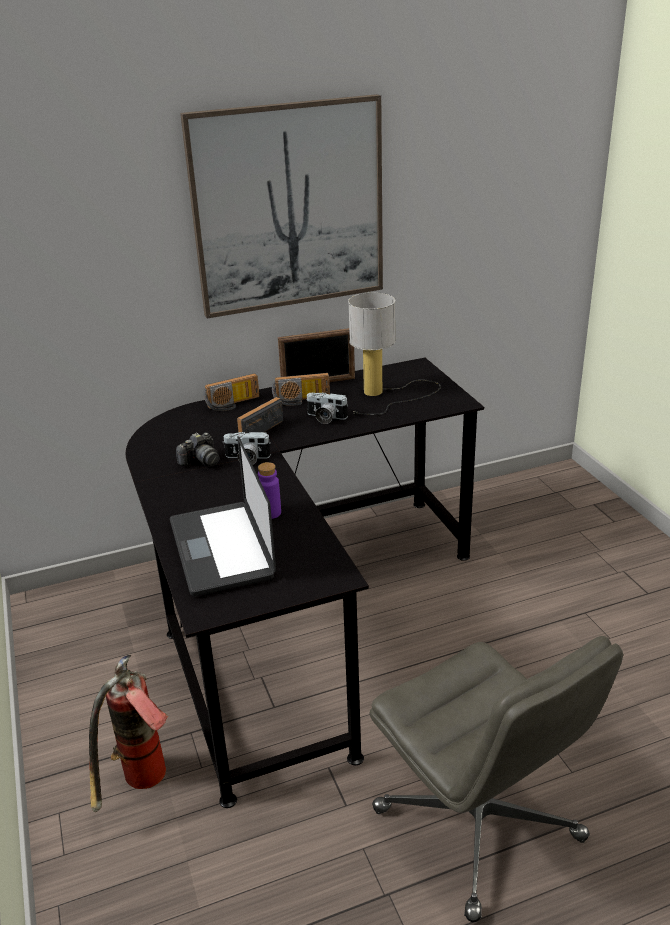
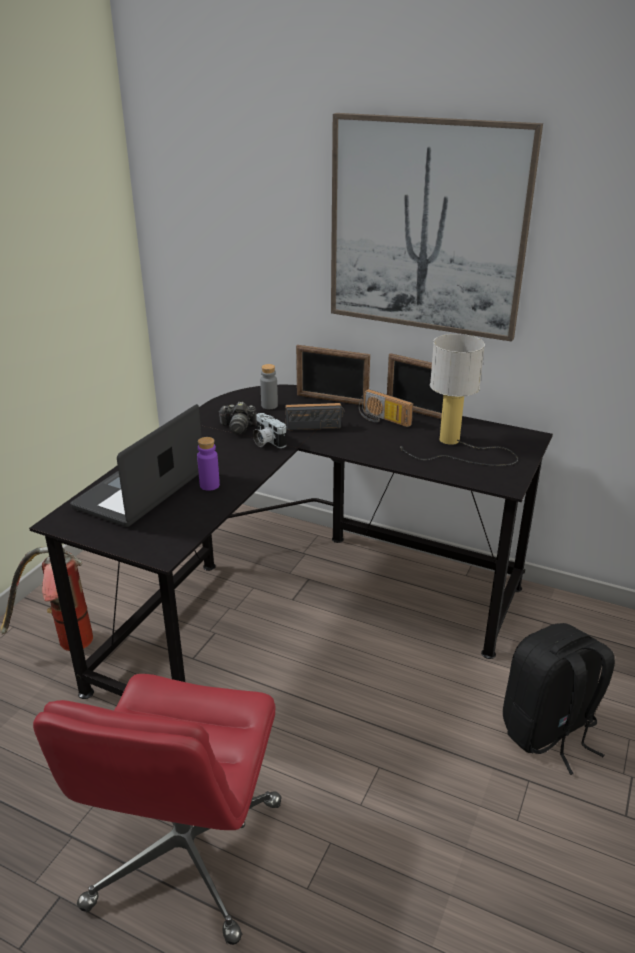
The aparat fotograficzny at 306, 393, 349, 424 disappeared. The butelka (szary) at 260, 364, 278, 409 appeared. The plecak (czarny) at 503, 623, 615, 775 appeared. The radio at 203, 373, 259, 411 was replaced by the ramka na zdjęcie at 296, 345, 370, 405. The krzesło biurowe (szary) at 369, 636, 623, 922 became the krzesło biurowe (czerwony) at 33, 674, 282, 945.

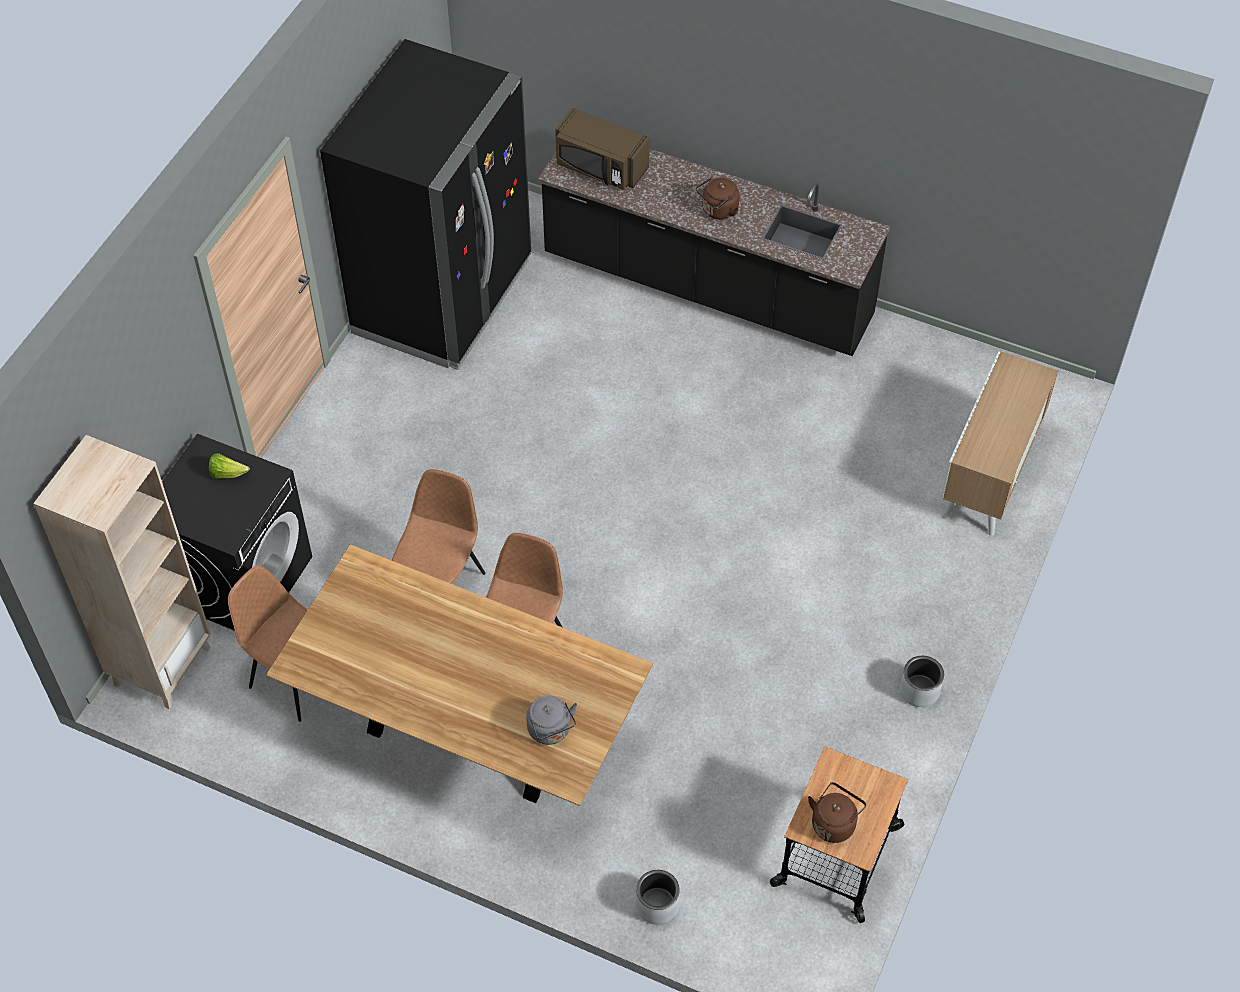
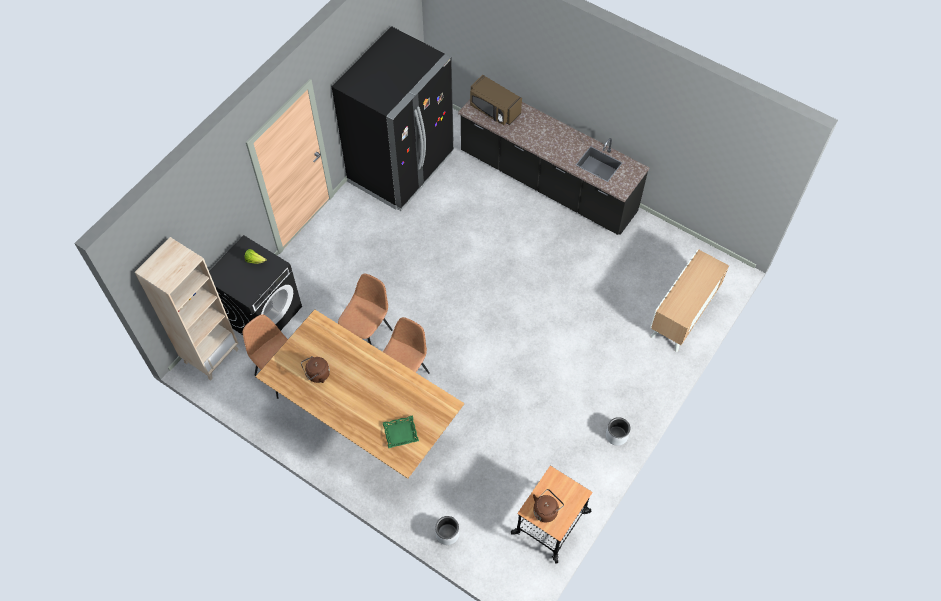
The czajnik (brązowy) moved from 696, 177, 740, 220 to 301, 356, 330, 383. The czajnik (szary) at 526, 695, 577, 745 was replaced by the taca (zielony) at 383, 415, 419, 448.

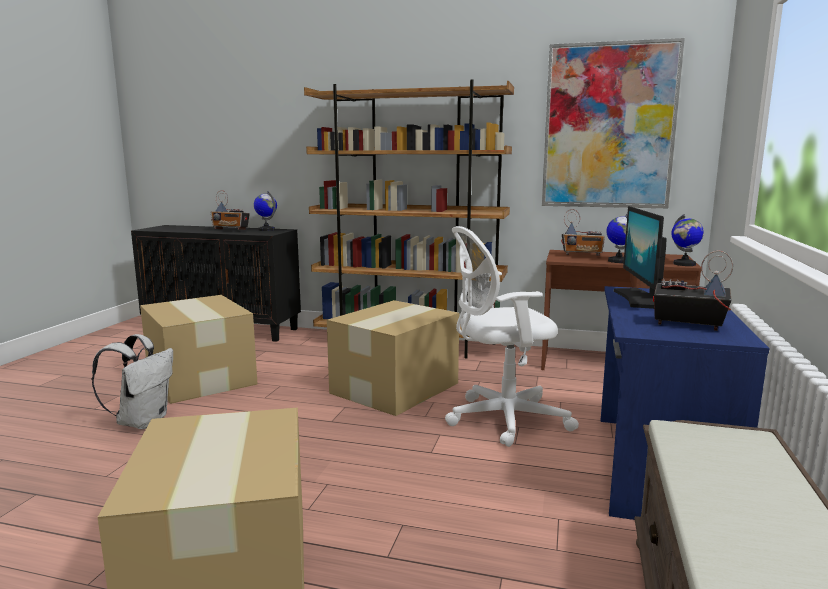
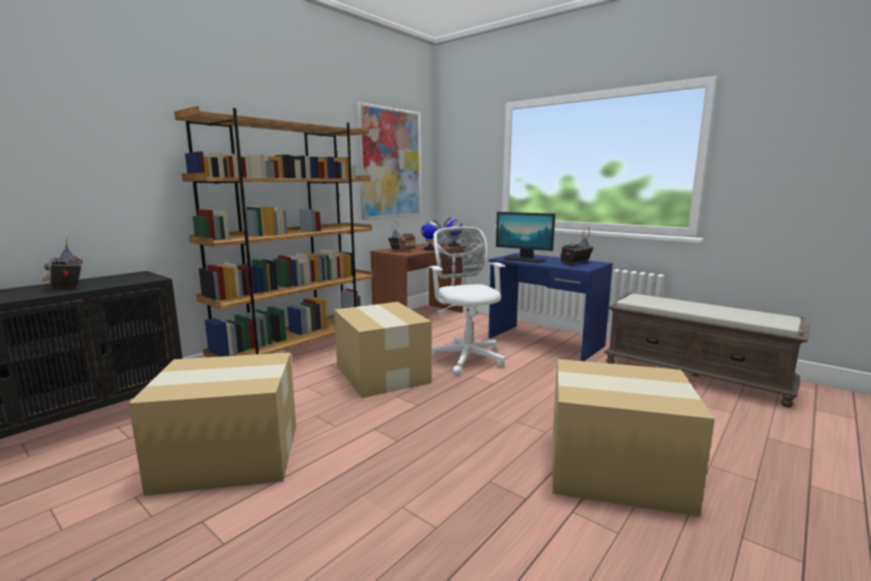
The plecak (biały) at 92, 334, 173, 429 disappeared. The globus at 254, 191, 277, 231 disappeared. The radio at 210, 190, 250, 230 turned 105 degrees clockwise. The krzesło biurowe (biały) at 445, 226, 579, 447 turned 150 degrees clockwise.

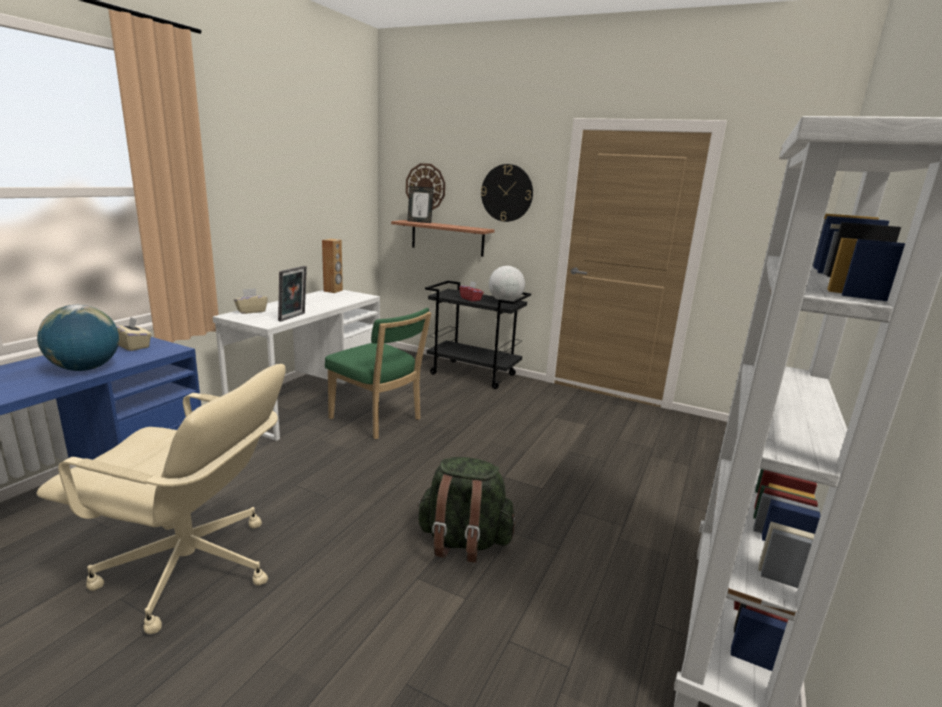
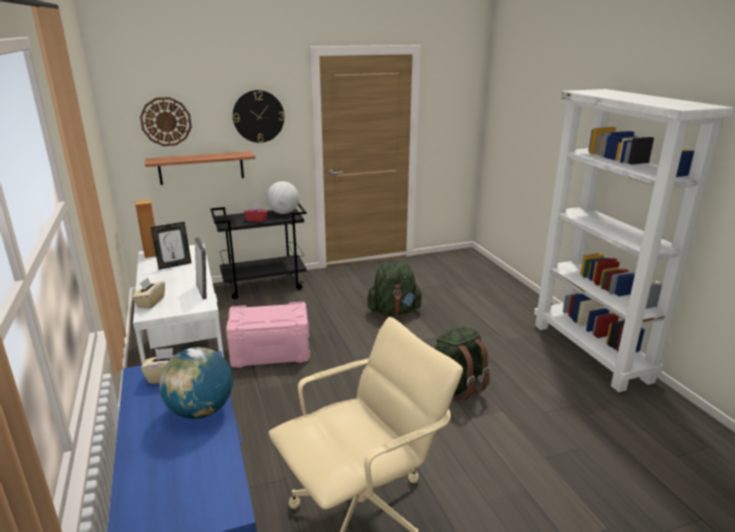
The plecak (zielony) at 367, 262, 423, 315 appeared. The ramka na zdjęcie moved from 407, 186, 434, 223 to 151, 222, 191, 270. The krzesło (zielony) at 325, 308, 431, 439 was replaced by the pojemnik do przechowywania (różowy) at 226, 302, 310, 368.

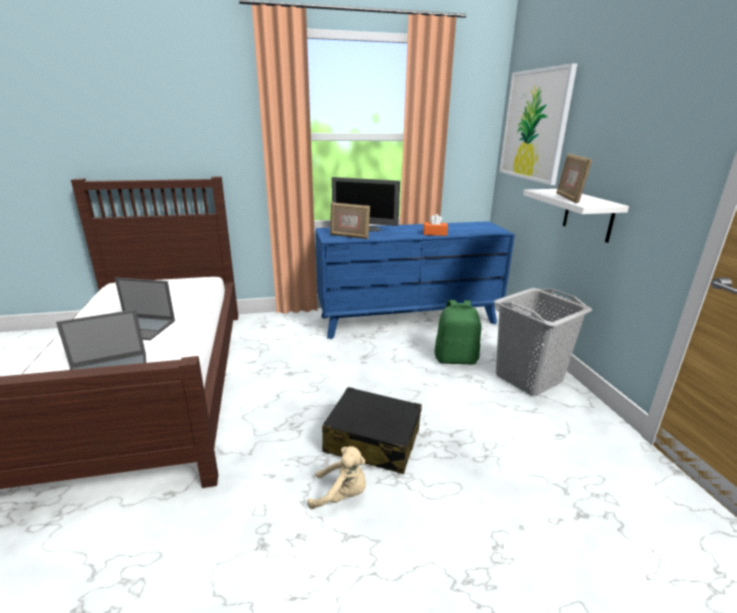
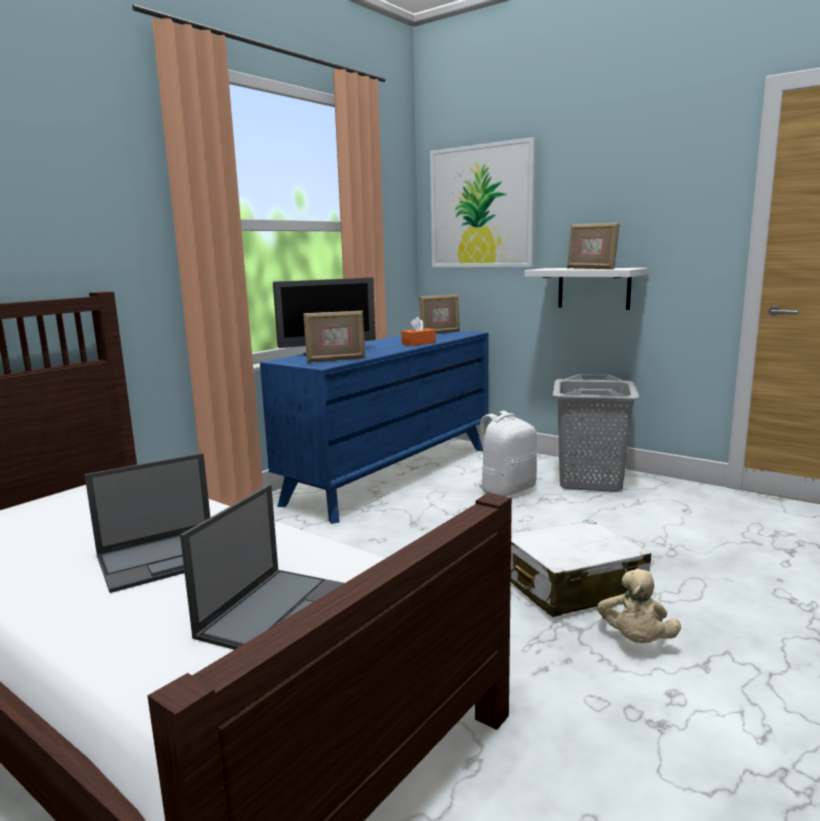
The ramka na zdjęcie at 419, 294, 460, 334 appeared. The walizka (czarny) at 322, 387, 422, 474 became the walizka (biały) at 511, 520, 651, 617. The plecak (zielony) at 434, 300, 481, 364 became the plecak (biały) at 475, 411, 537, 497. The pluszak (beżowy) at 307, 446, 366, 509 turned 135 degrees clockwise.

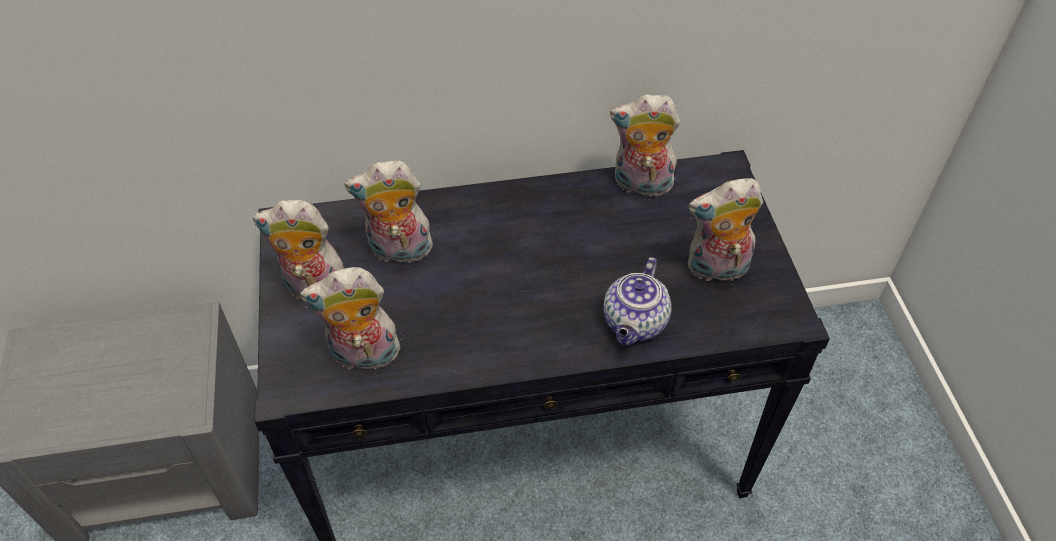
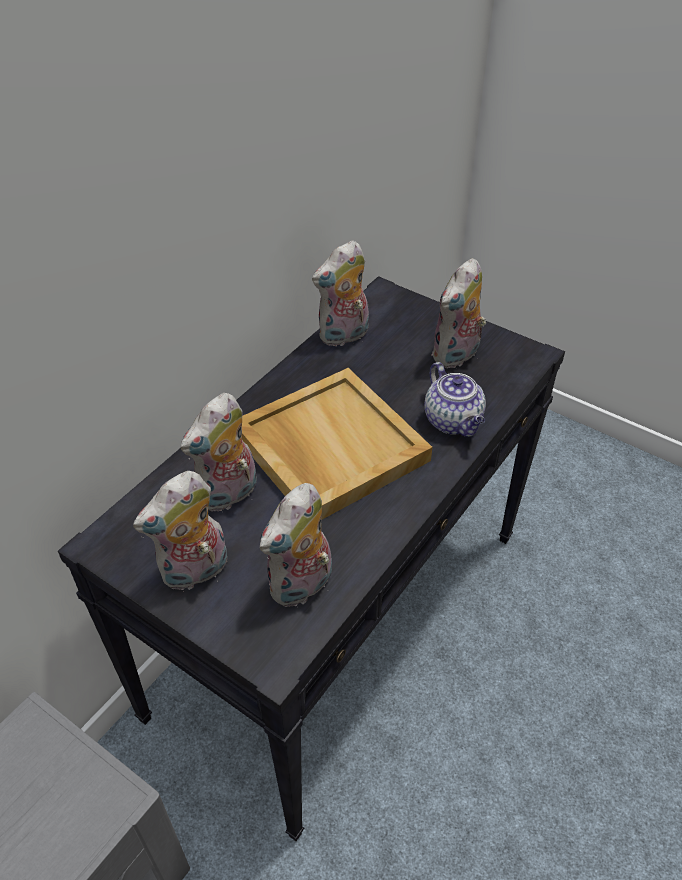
The taca (beżowy) at 242, 368, 432, 520 appeared.

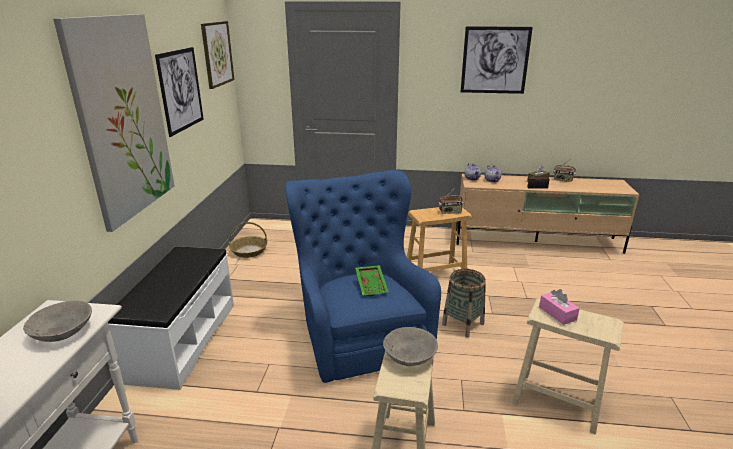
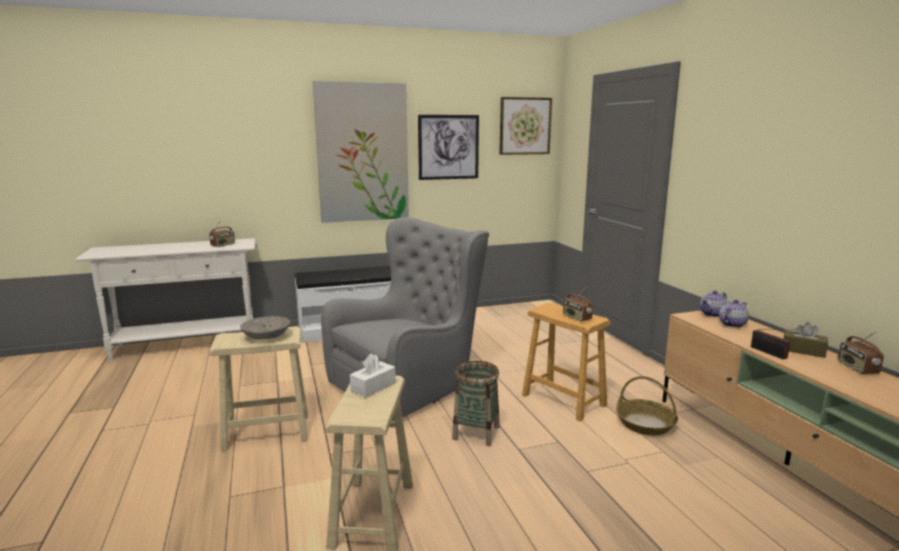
The taca (zielony) at 355, 265, 389, 296 disappeared. The obraz at 460, 26, 533, 94 disappeared. The koszyk moved from 228, 222, 267, 258 to 616, 376, 678, 435. The miska (szary) at 23, 301, 92, 342 was replaced by the radio at 209, 219, 235, 247. The fotel (niebieski) at 285, 170, 441, 383 became the fotel (szary) at 321, 217, 489, 421. The pudełko chusteczek (różowy) at 539, 289, 580, 325 became the pudełko chusteczek (biały) at 350, 353, 396, 398.

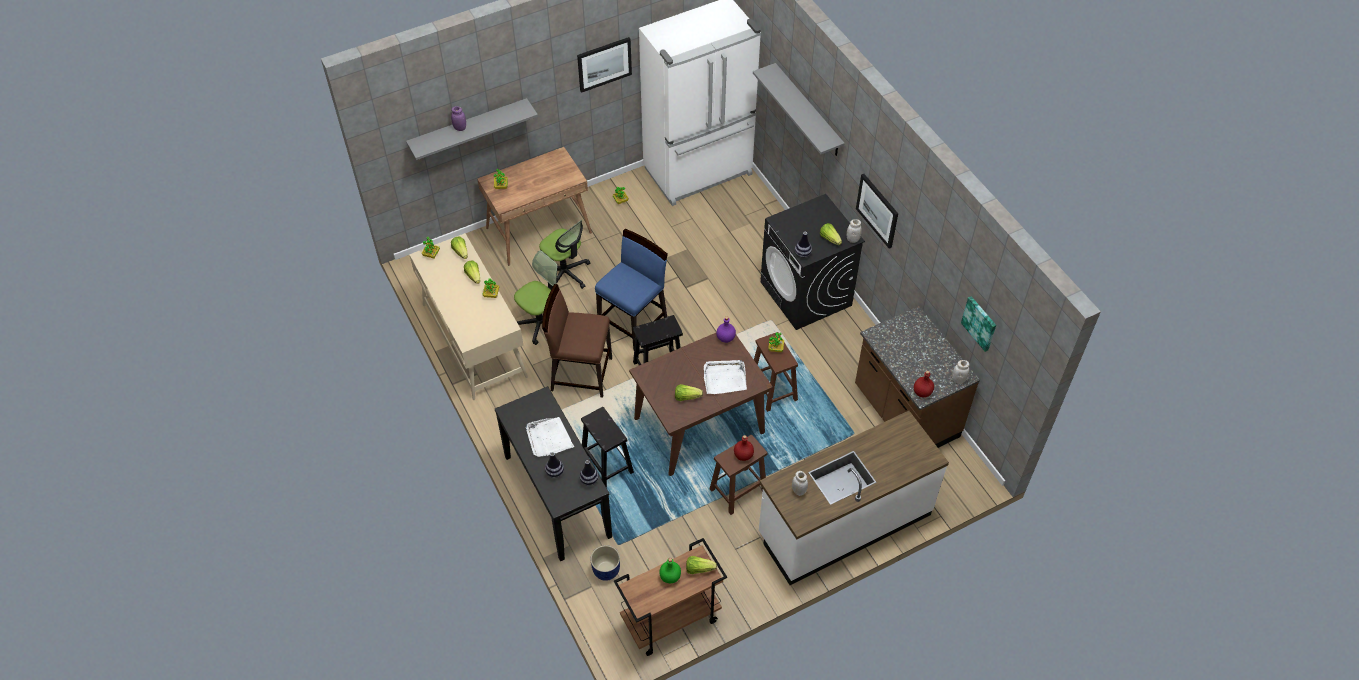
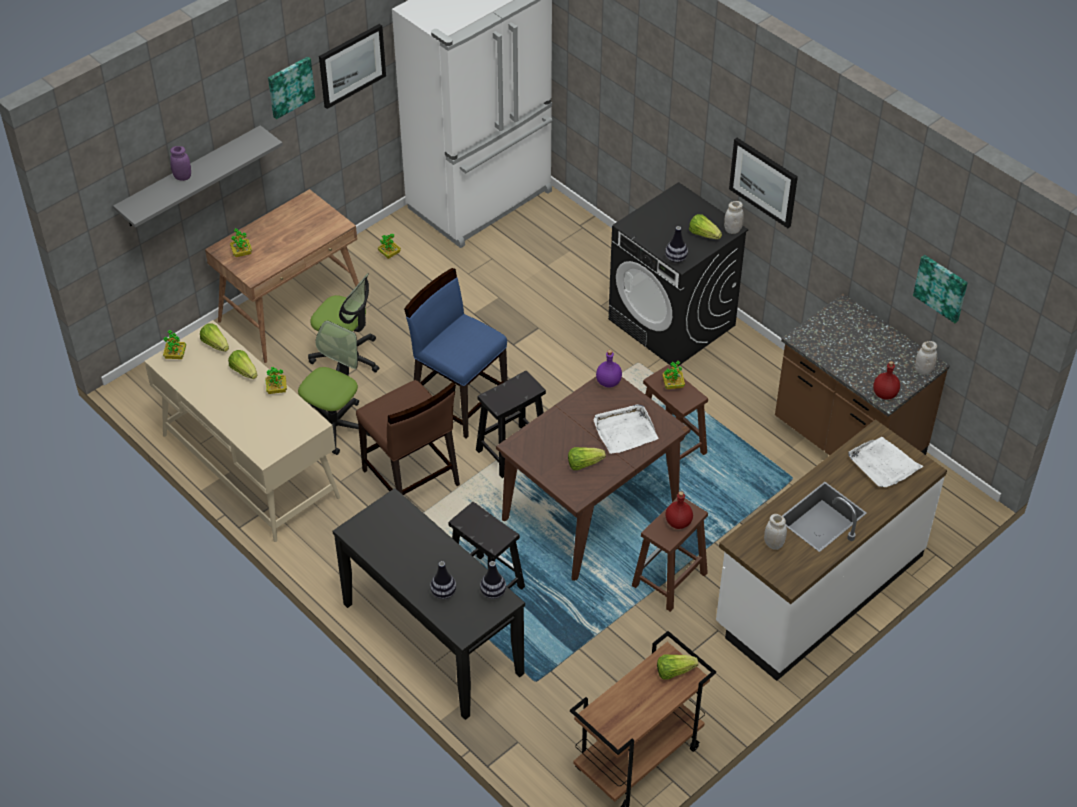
The donica (niebieski) at 590, 545, 620, 581 disappeared. The butelka (zielony) at 659, 558, 681, 583 disappeared. The półka (szary) at 753, 63, 845, 156 disappeared. The obraz at 268, 57, 315, 119 appeared. The taca (biały) moved from 526, 417, 574, 457 to 848, 437, 924, 487. The krzesło (brązowy) at 542, 284, 612, 397 turned 120 degrees counterclockwise. The krzesło (niebieski) at 595, 229, 668, 350 turned 75 degrees counterclockwise.

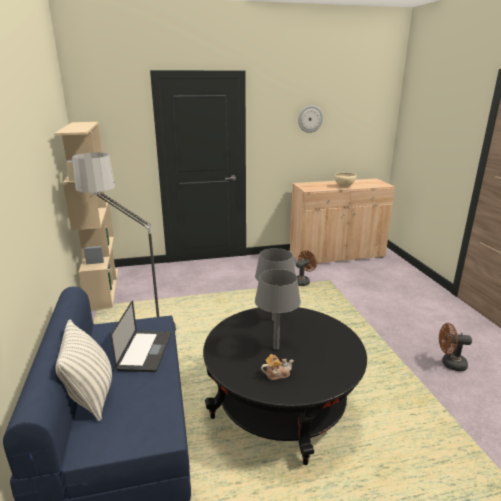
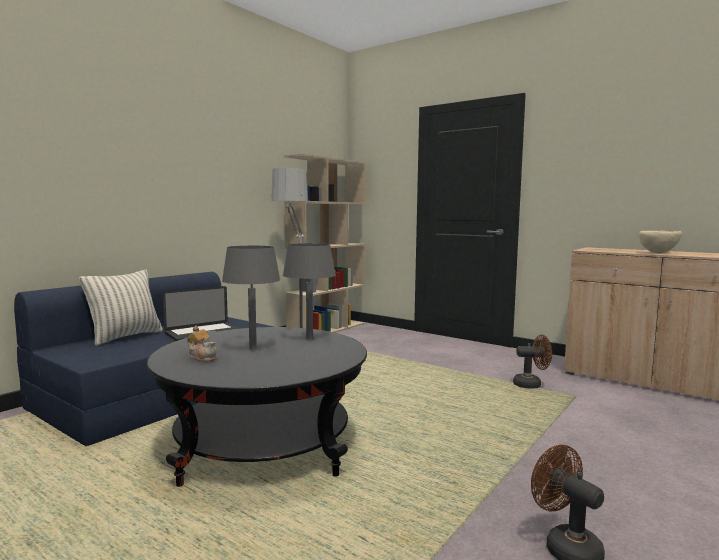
The zegar ścienny at 298, 105, 323, 133 disappeared.

